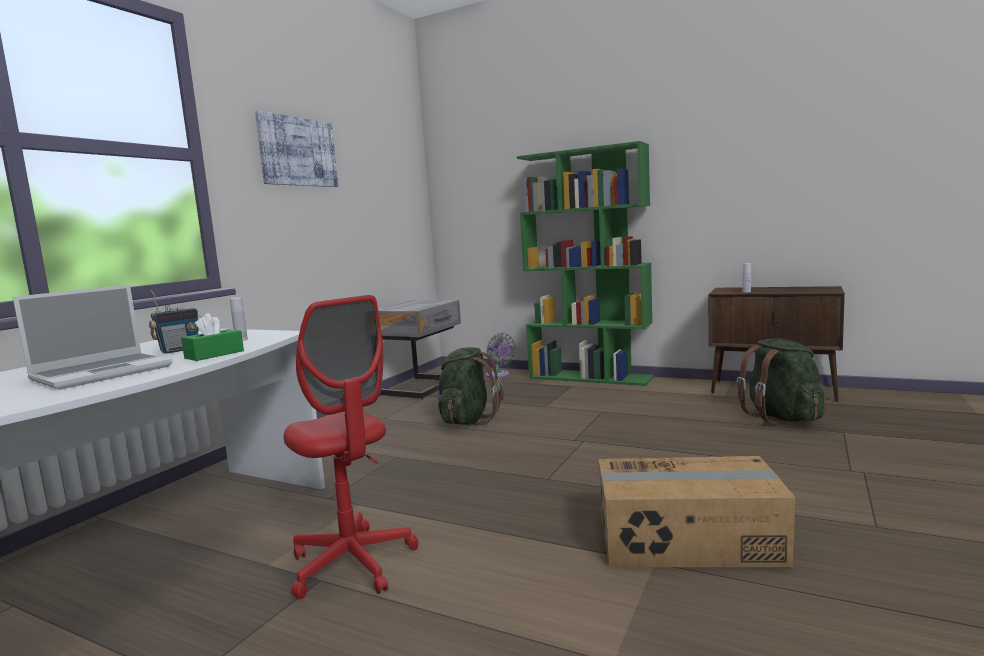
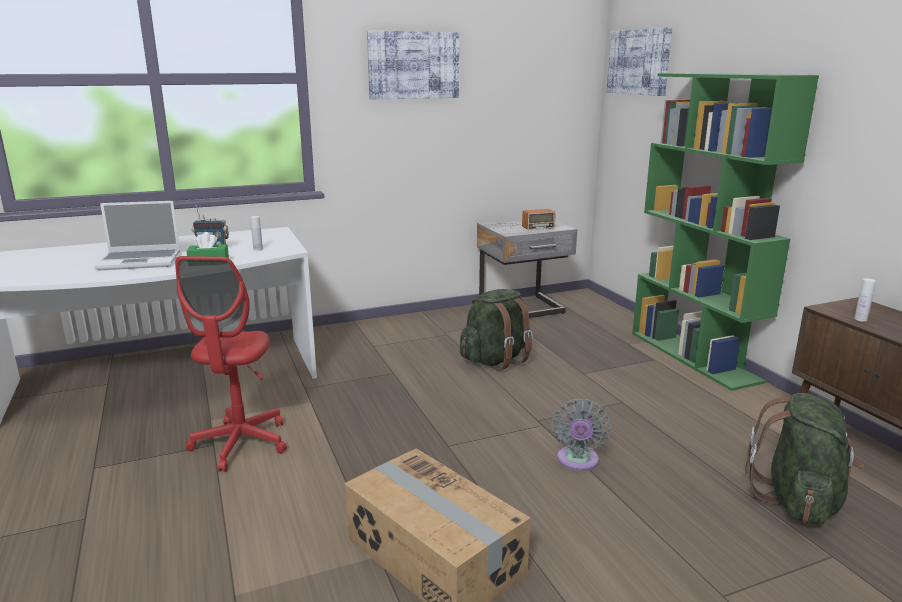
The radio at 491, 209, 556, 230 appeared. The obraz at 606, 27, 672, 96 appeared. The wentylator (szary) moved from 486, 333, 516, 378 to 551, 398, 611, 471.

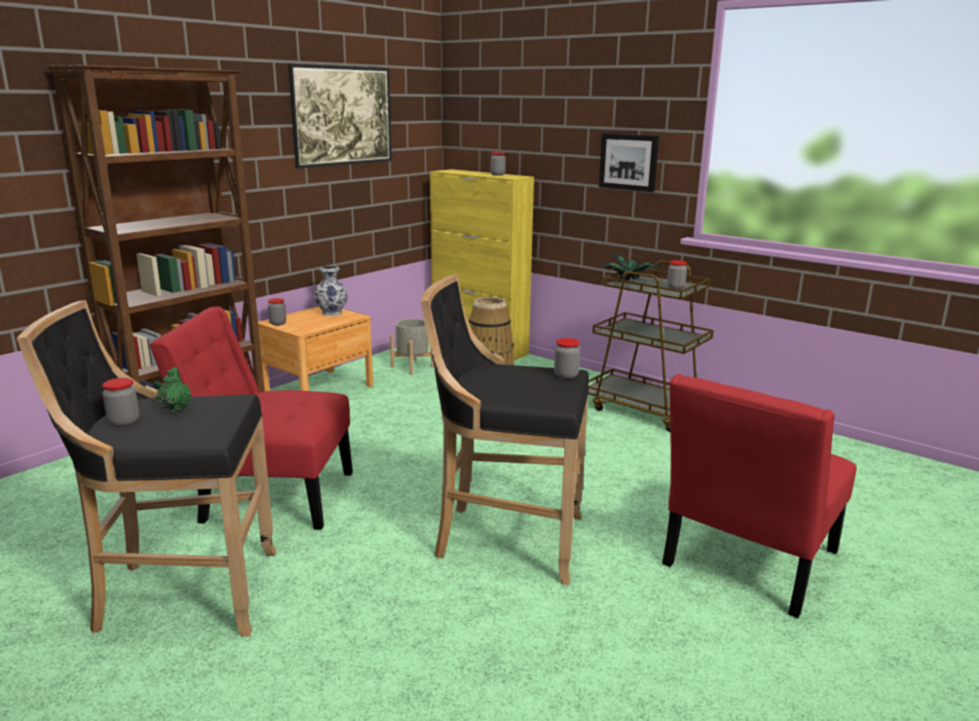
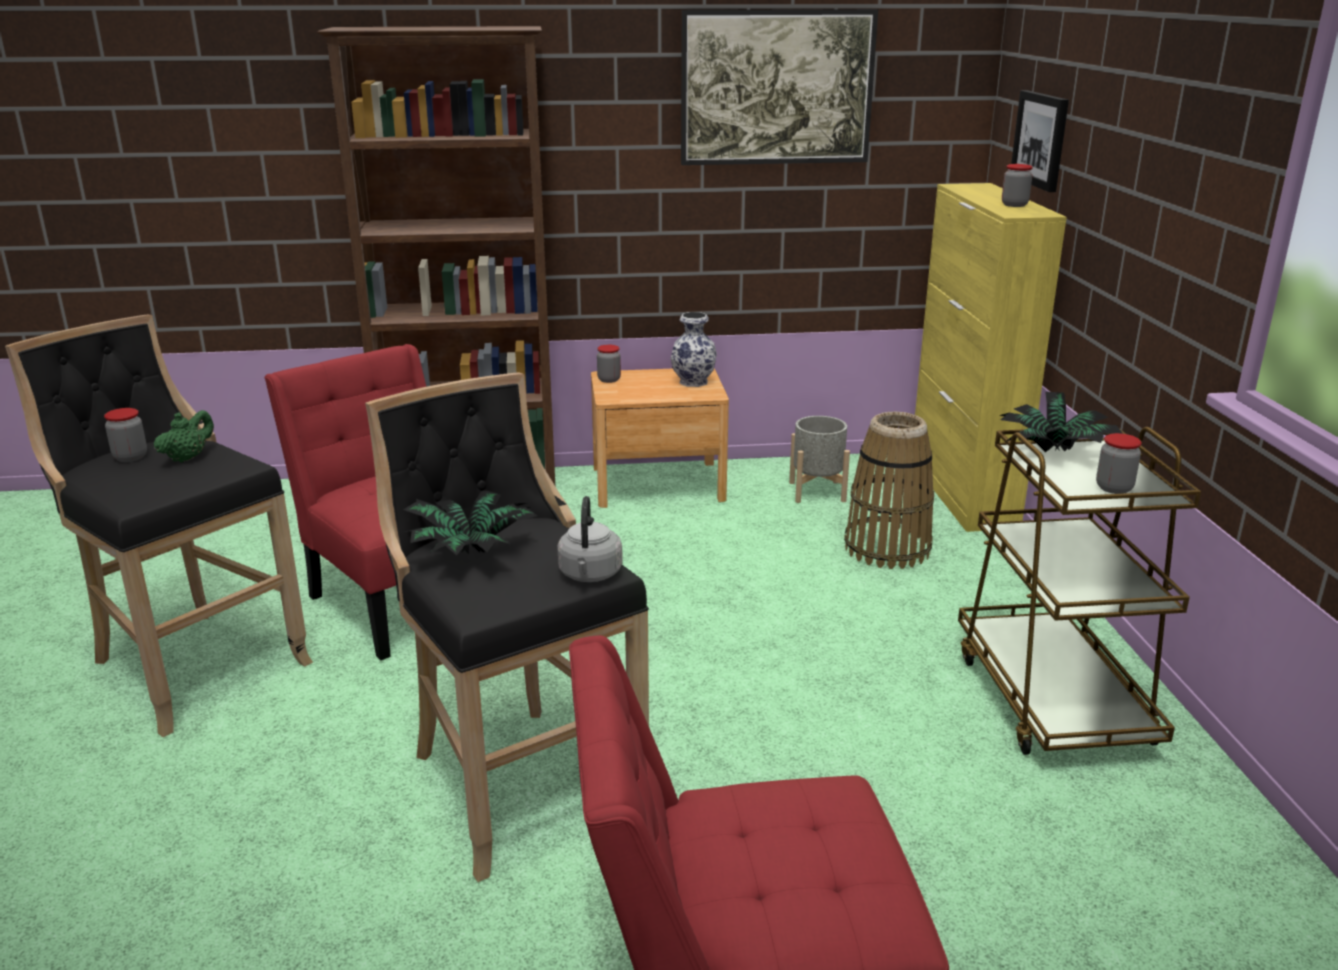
The roślina doniczkowa at 400, 491, 538, 556 appeared. The obraz moved from 599, 133, 659, 192 to 1011, 90, 1069, 192. The słoik at 554, 338, 580, 379 was replaced by the czajnik (szary) at 557, 496, 623, 582.

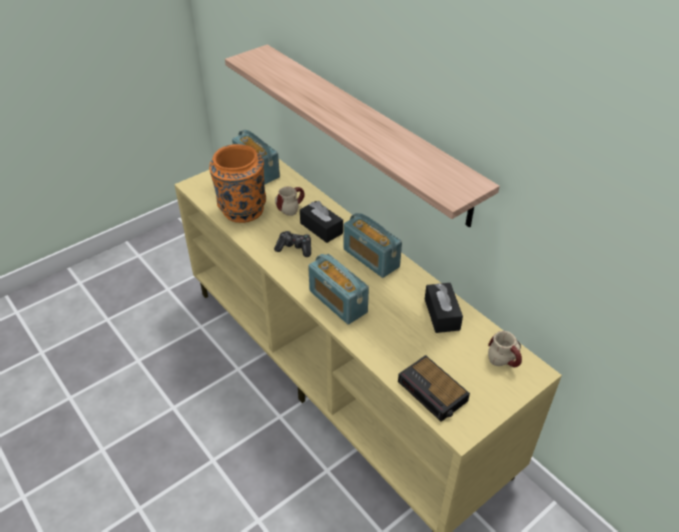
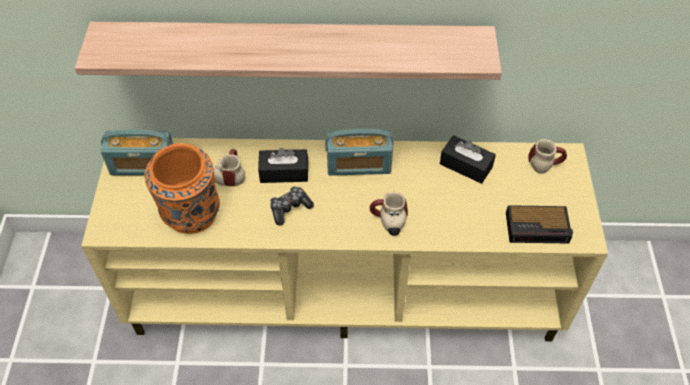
The radio at 308, 254, 369, 324 was replaced by the kubek at 370, 192, 408, 236.

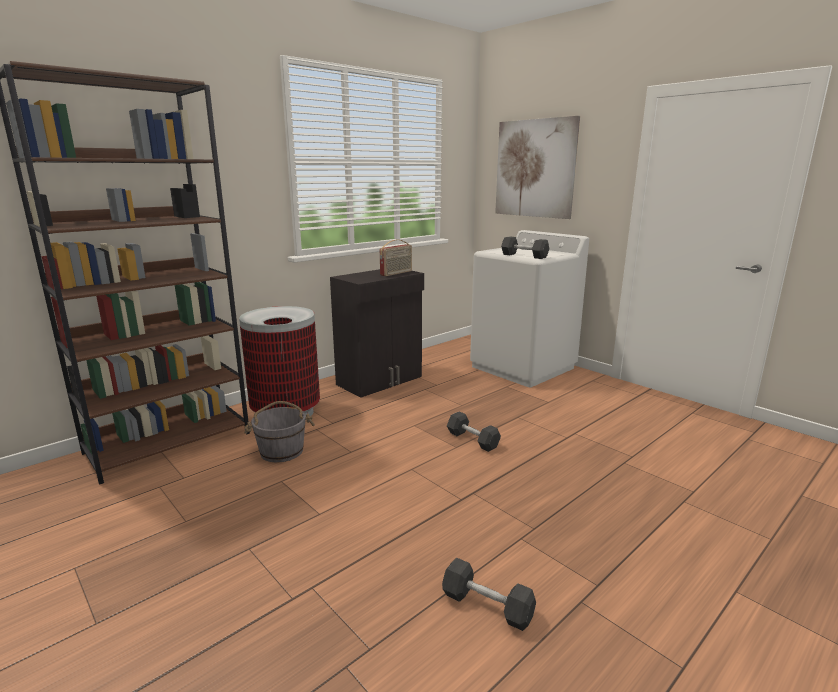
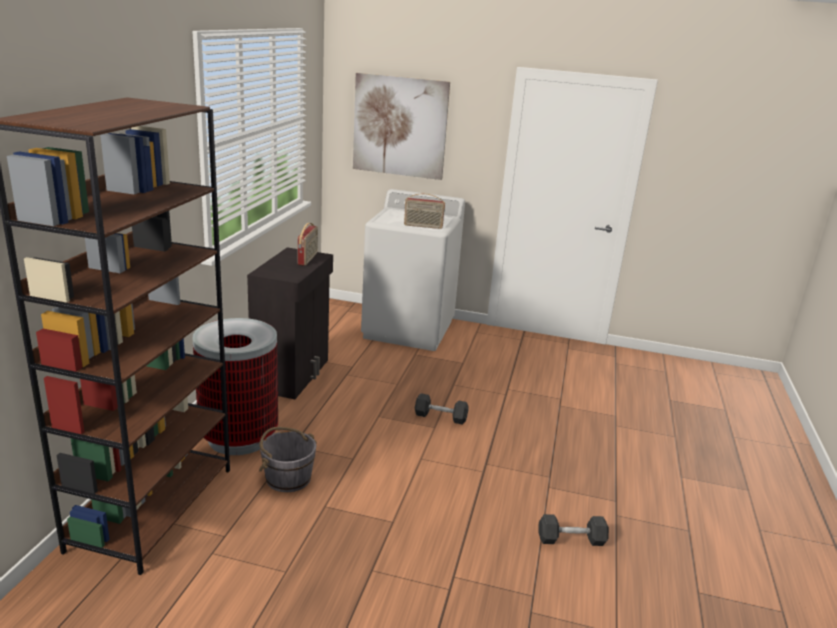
The hantel (szary) at 501, 236, 549, 259 was replaced by the radio at 404, 193, 445, 229.

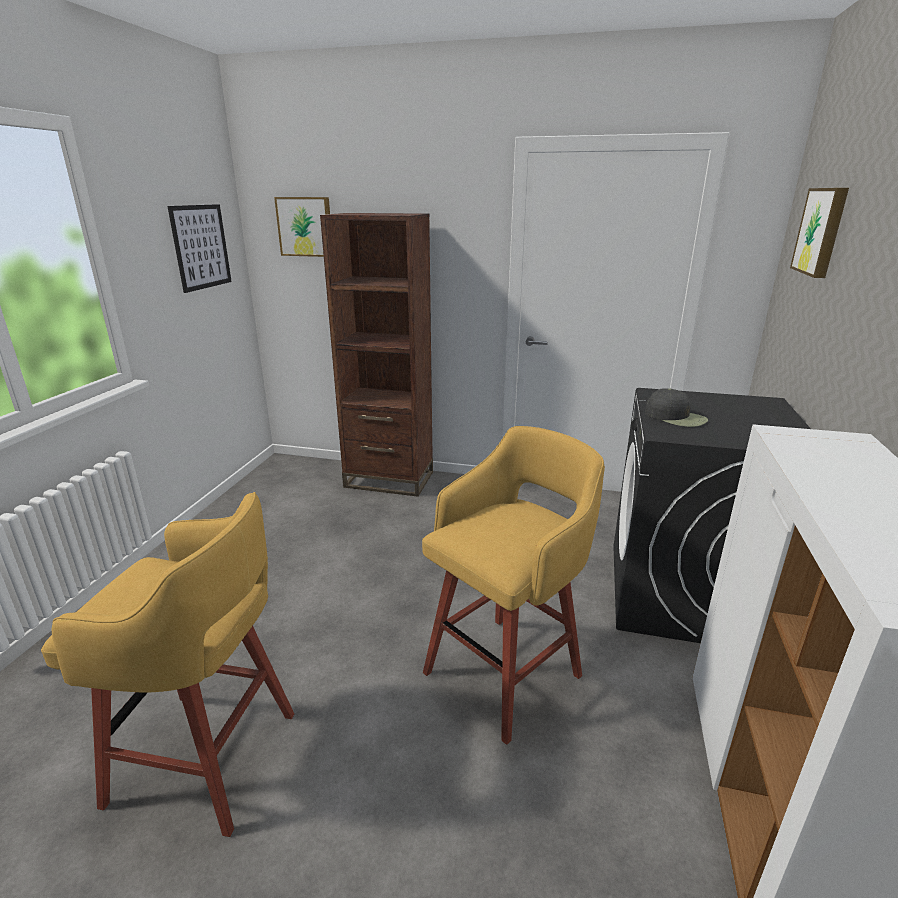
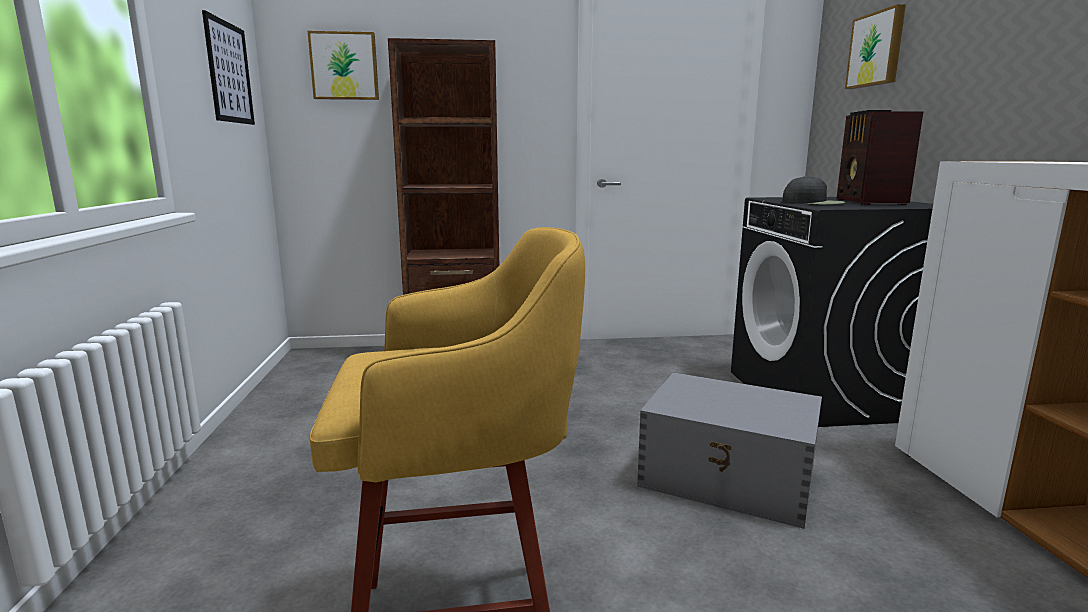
The radio at 837, 110, 923, 205 appeared. The stołek (żółty) at 422, 426, 605, 745 was replaced by the pojemnik do przechowywania (szary) at 637, 372, 822, 529.

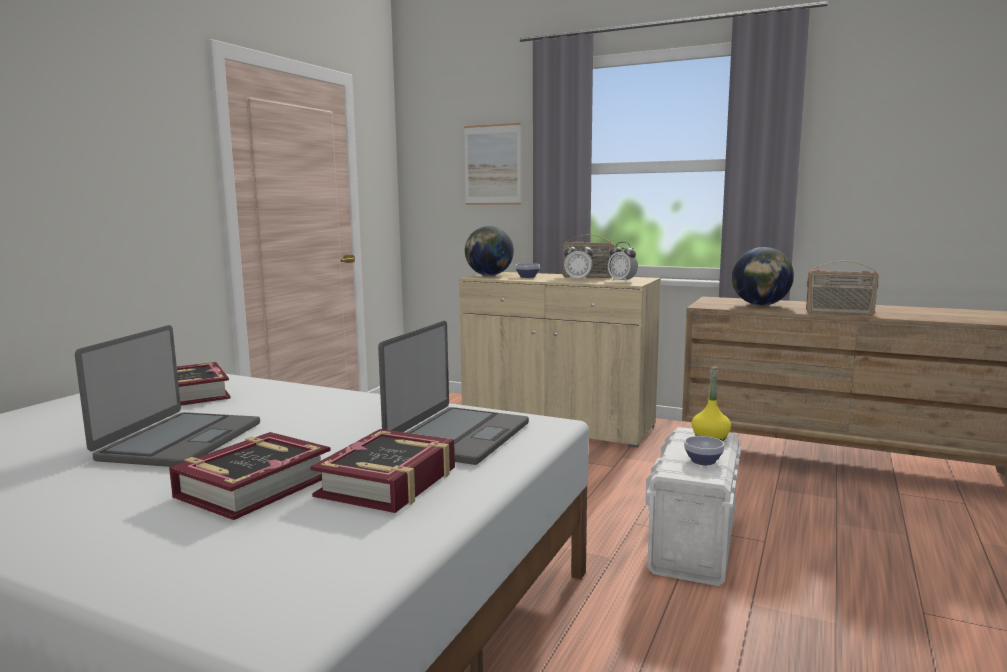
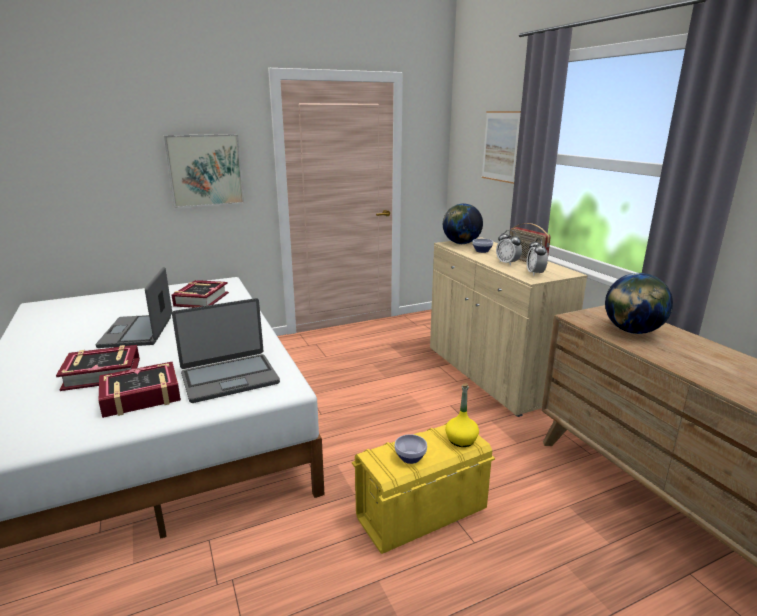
The radio at 806, 261, 878, 316 disappeared. The obraz at 164, 134, 244, 208 appeared. The pojemnik do przechowywania (biały) at 645, 427, 741, 586 became the pojemnik do przechowywania (żółty) at 352, 423, 495, 554. The laptop at 75, 325, 260, 467 turned 120 degrees clockwise.

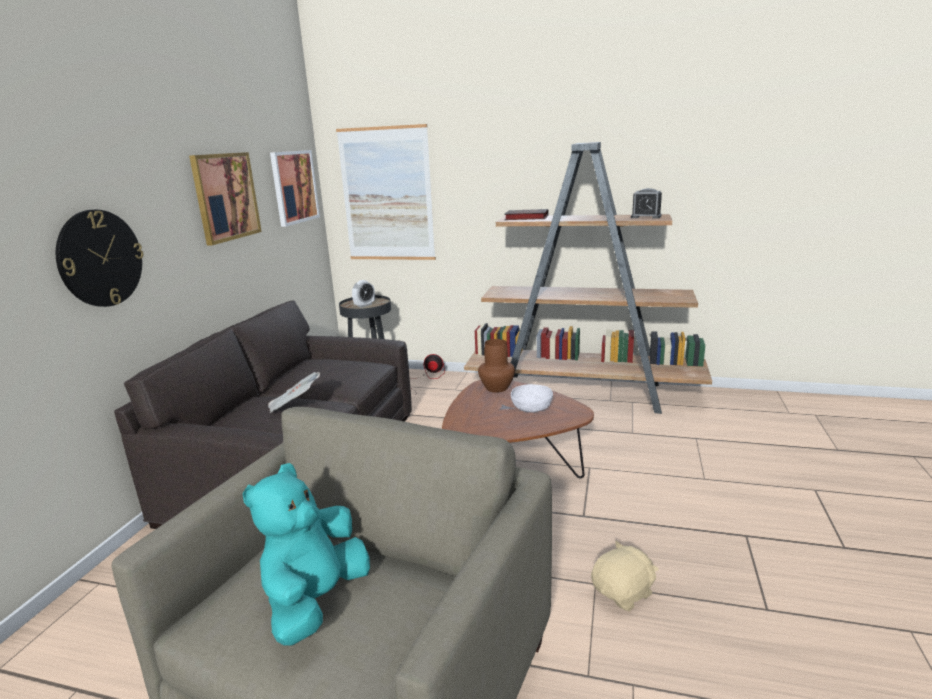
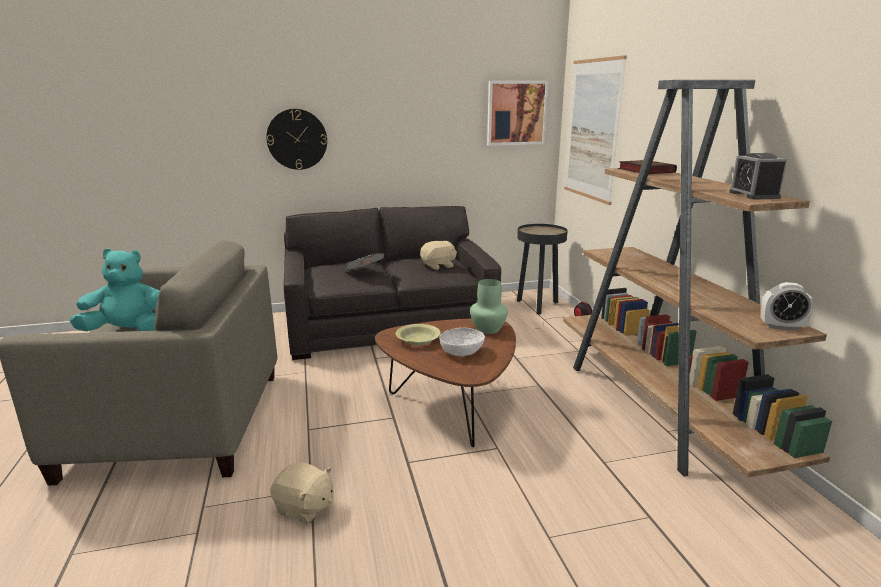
The obraz at 189, 152, 262, 245 disappeared. The miska (żółty) at 396, 324, 441, 346 appeared. The pluszak (beżowy) at 420, 241, 457, 270 appeared. The budzik moved from 352, 280, 375, 308 to 761, 282, 814, 331. The wazon (brązowy) at 478, 339, 515, 393 became the wazon (zielony) at 470, 279, 508, 334.

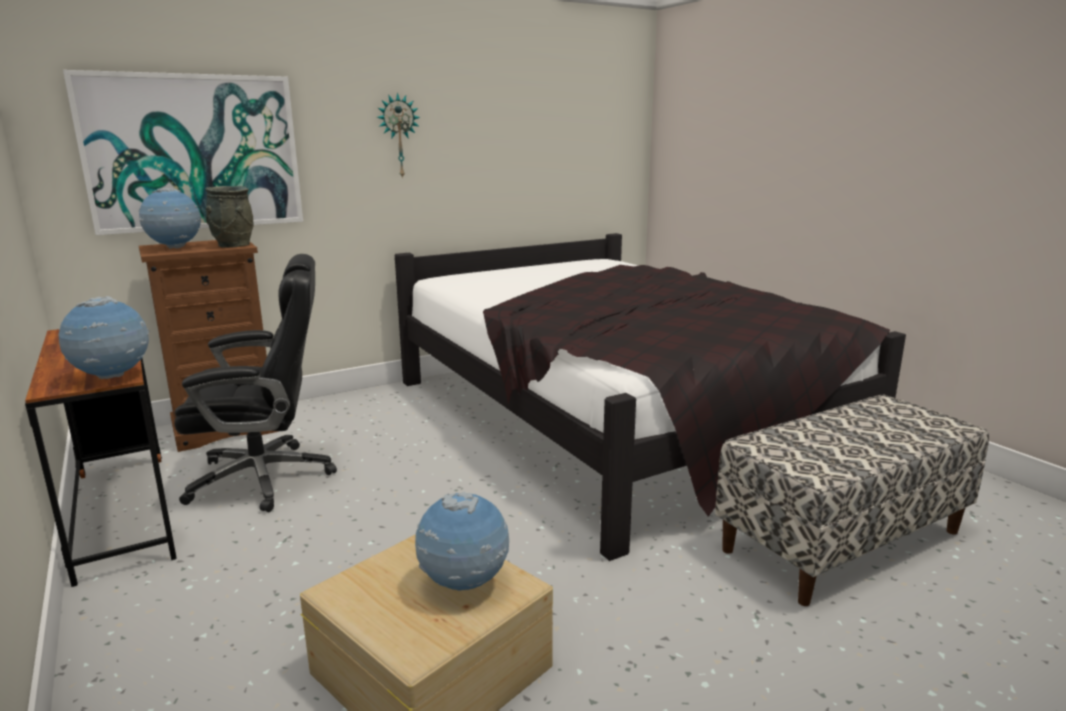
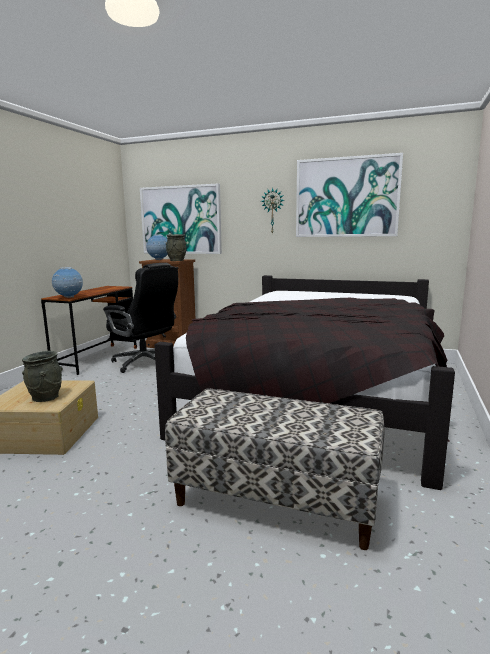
The obraz at 296, 153, 403, 237 appeared. The globus at 415, 492, 509, 591 was replaced by the wazon (szary) at 22, 351, 63, 402.

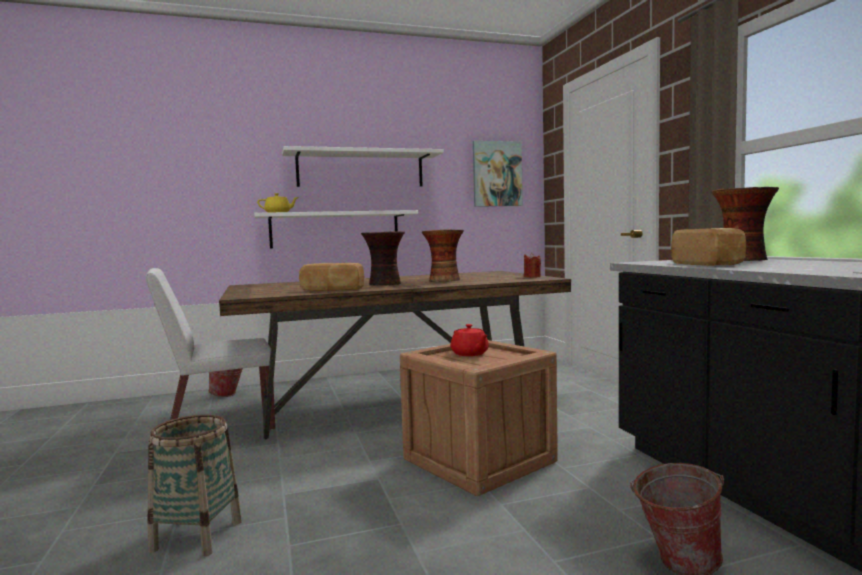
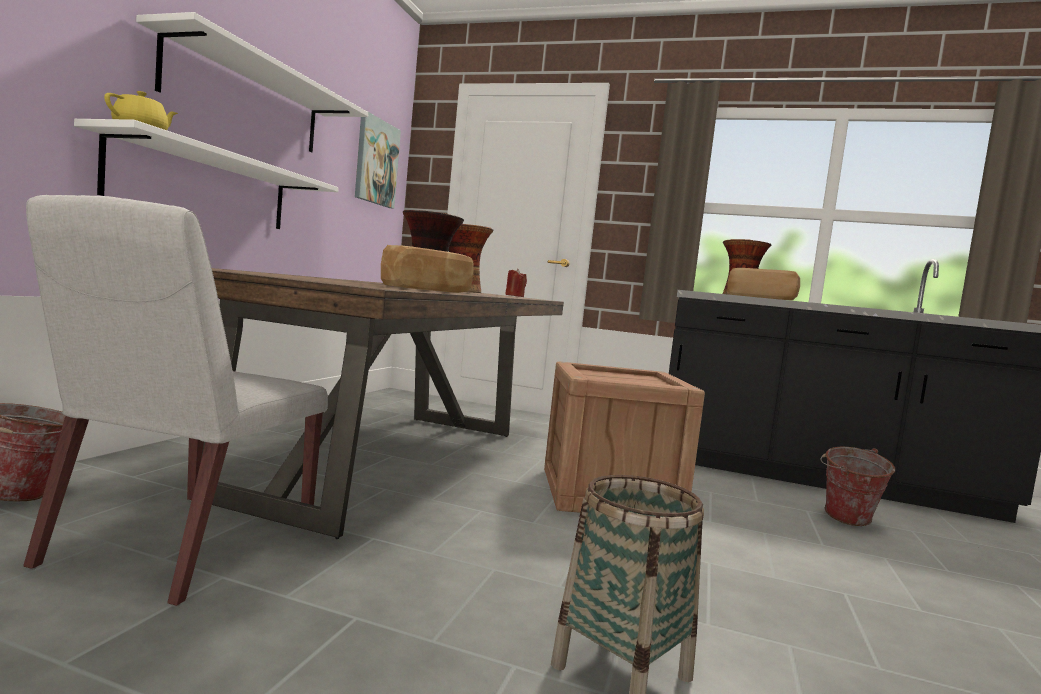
The imbryk (czerwony) at 450, 324, 489, 356 disappeared.

